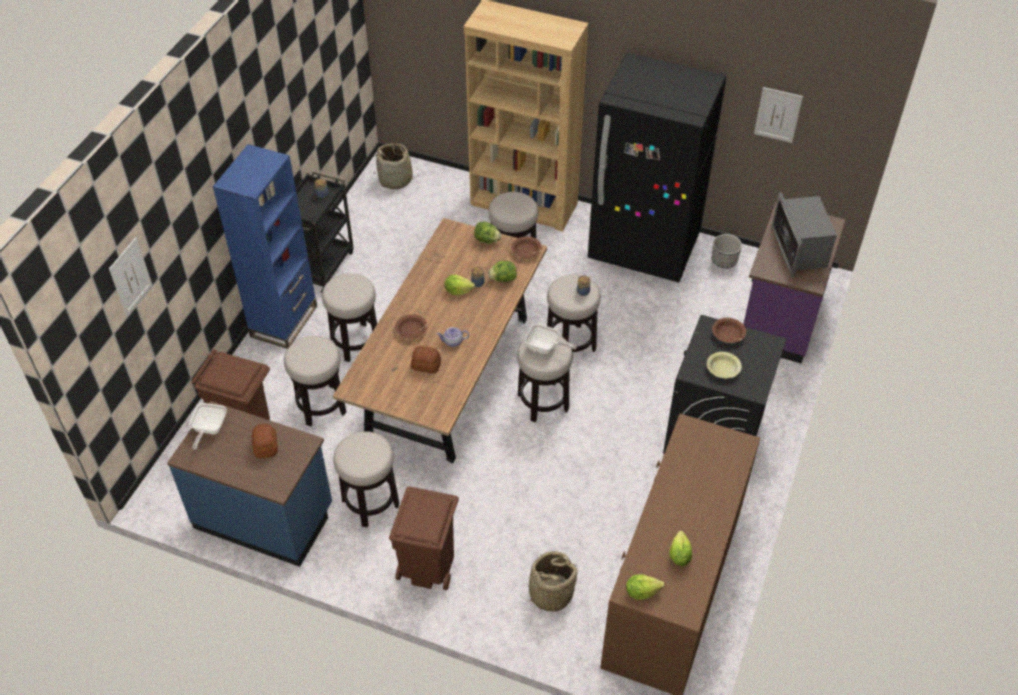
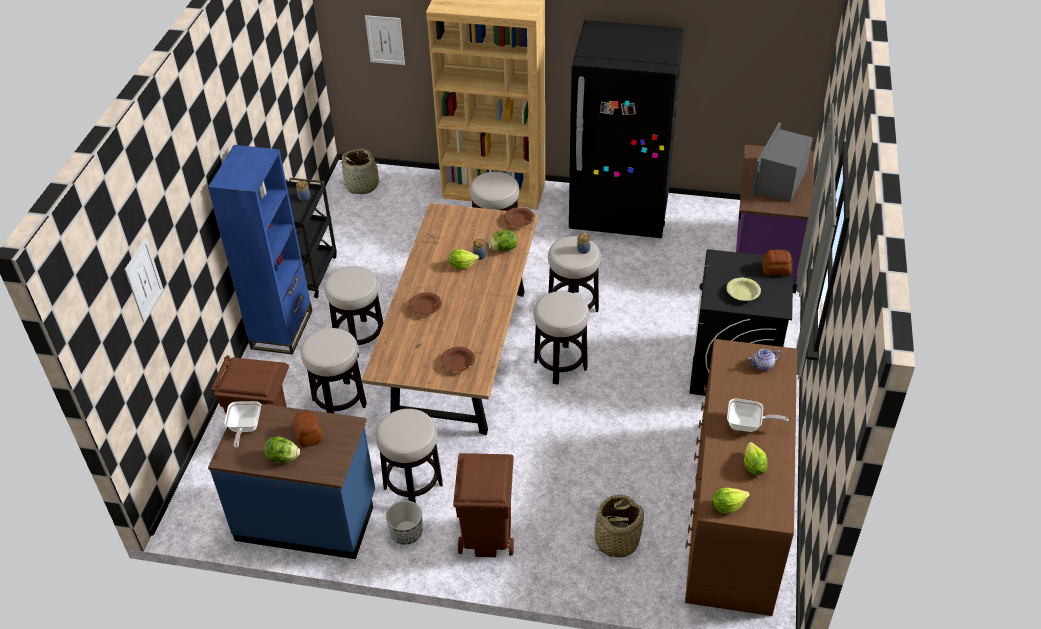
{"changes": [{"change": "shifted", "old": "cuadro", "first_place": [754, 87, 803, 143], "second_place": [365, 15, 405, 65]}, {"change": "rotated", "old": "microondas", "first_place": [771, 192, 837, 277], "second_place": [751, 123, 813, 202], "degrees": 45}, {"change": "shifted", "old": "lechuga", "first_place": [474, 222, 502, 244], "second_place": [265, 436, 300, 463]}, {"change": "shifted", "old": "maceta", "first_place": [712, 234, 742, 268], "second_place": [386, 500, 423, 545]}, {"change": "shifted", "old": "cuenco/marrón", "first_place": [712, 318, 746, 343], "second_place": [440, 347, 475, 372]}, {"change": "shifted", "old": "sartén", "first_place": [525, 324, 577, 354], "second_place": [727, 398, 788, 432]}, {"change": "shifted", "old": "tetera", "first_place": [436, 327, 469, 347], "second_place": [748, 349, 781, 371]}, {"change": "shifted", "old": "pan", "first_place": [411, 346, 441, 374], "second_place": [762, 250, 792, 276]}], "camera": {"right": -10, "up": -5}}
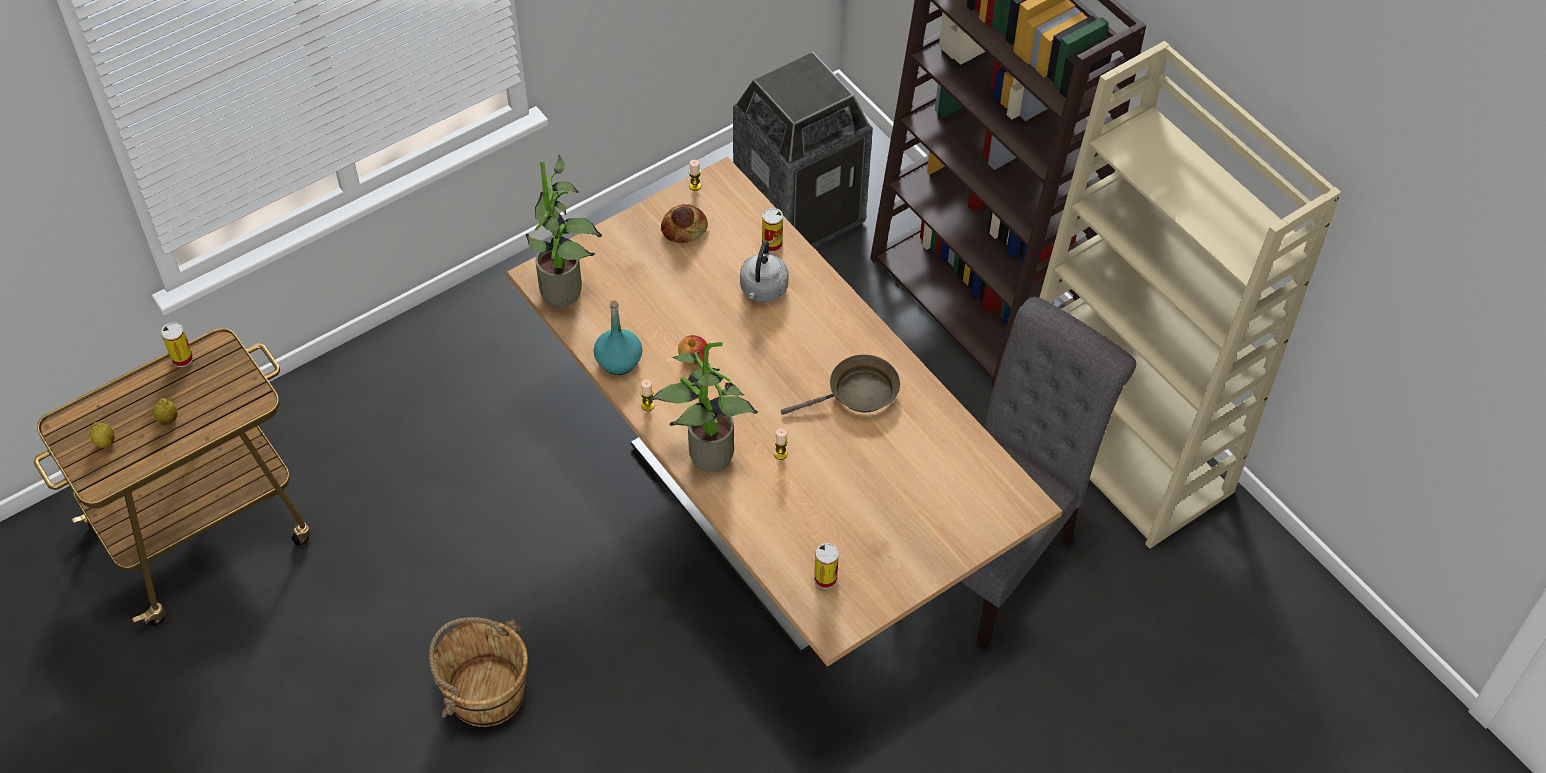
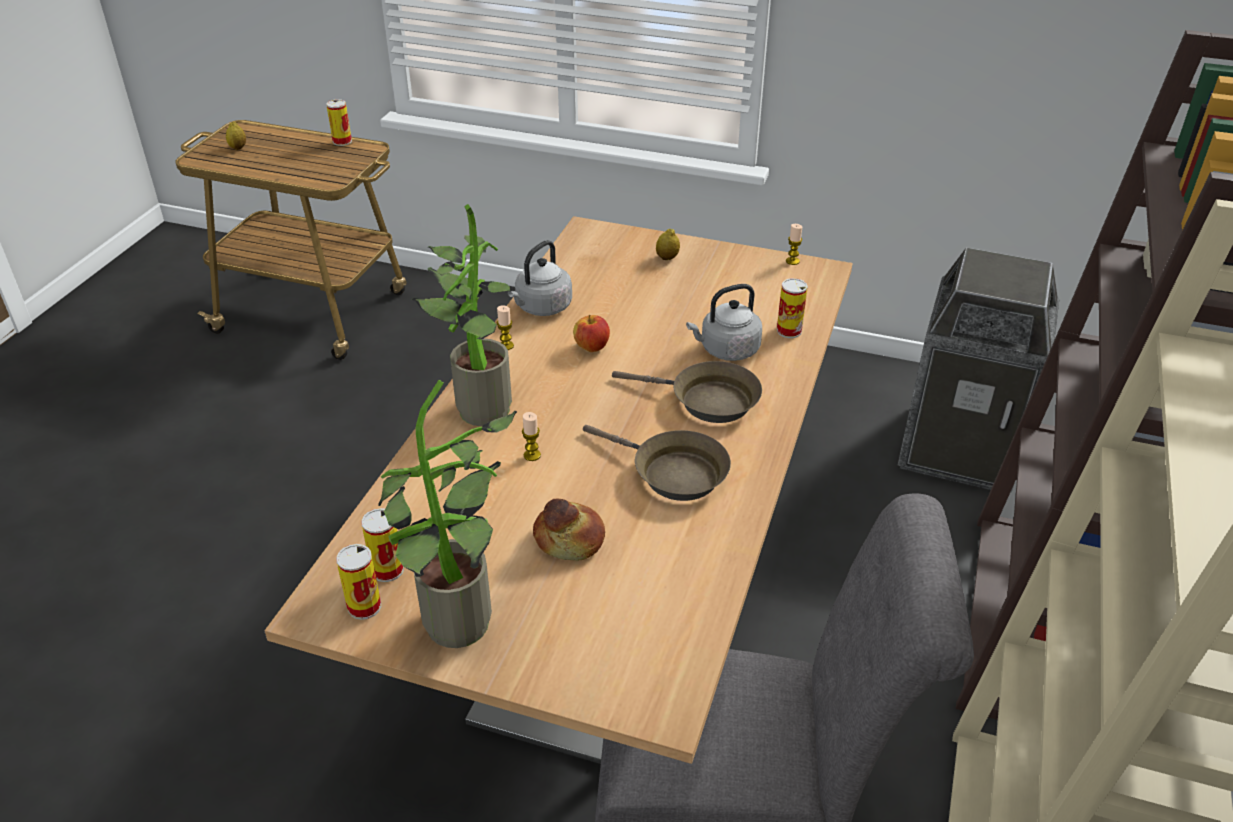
{"changes": [{"change": "shifted", "old": "planta en maceta", "first_place": [526, 155, 602, 307], "second_place": [378, 380, 517, 648]}, {"change": "shifted", "old": "pan", "first_place": [661, 204, 708, 243], "second_place": [533, 498, 605, 561]}, {"change": "swapped", "old": "botella/turquesa", "new": "hervidor/gris", "first_place": [594, 300, 642, 375], "second_place": [508, 240, 572, 316]}, {"change": "shifted", "old": "limón", "first_place": [154, 398, 177, 425], "second_place": [656, 228, 680, 260]}, {"change": "gone", "old": "cubo/marrón", "first_place": [429, 617, 528, 727]}, {"change": "new", "new": "sartén/marrón", "second_place": [612, 361, 762, 423]}, {"change": "new", "new": "lata", "second_place": [336, 544, 381, 620]}], "camera": {"right": 55, "up": -15}}
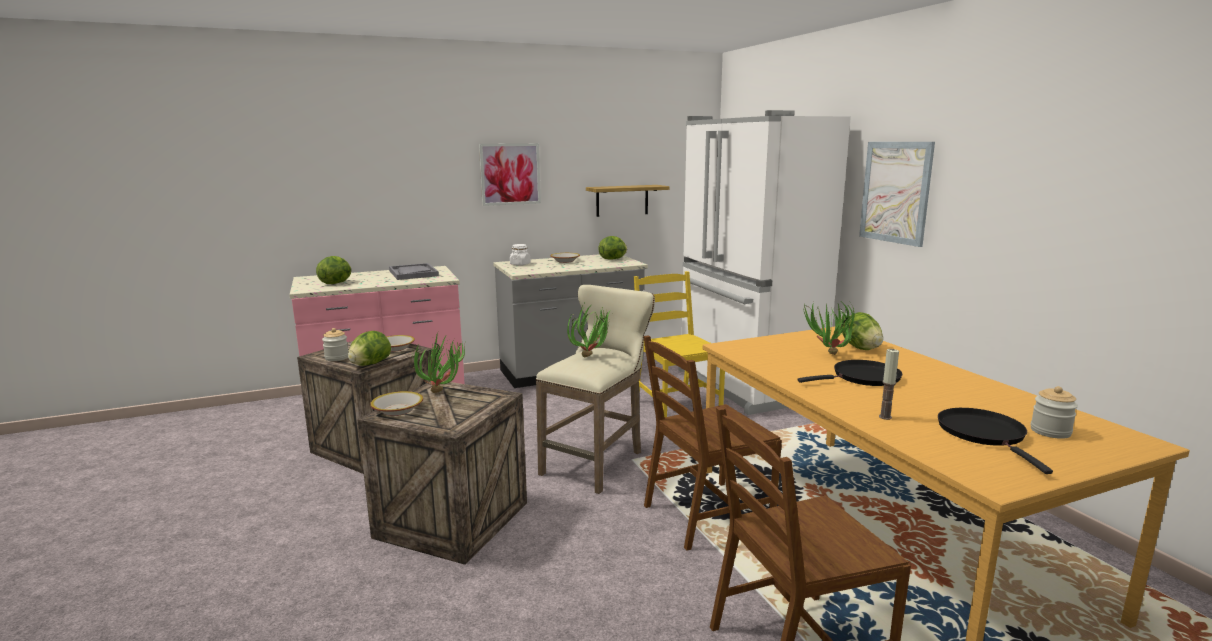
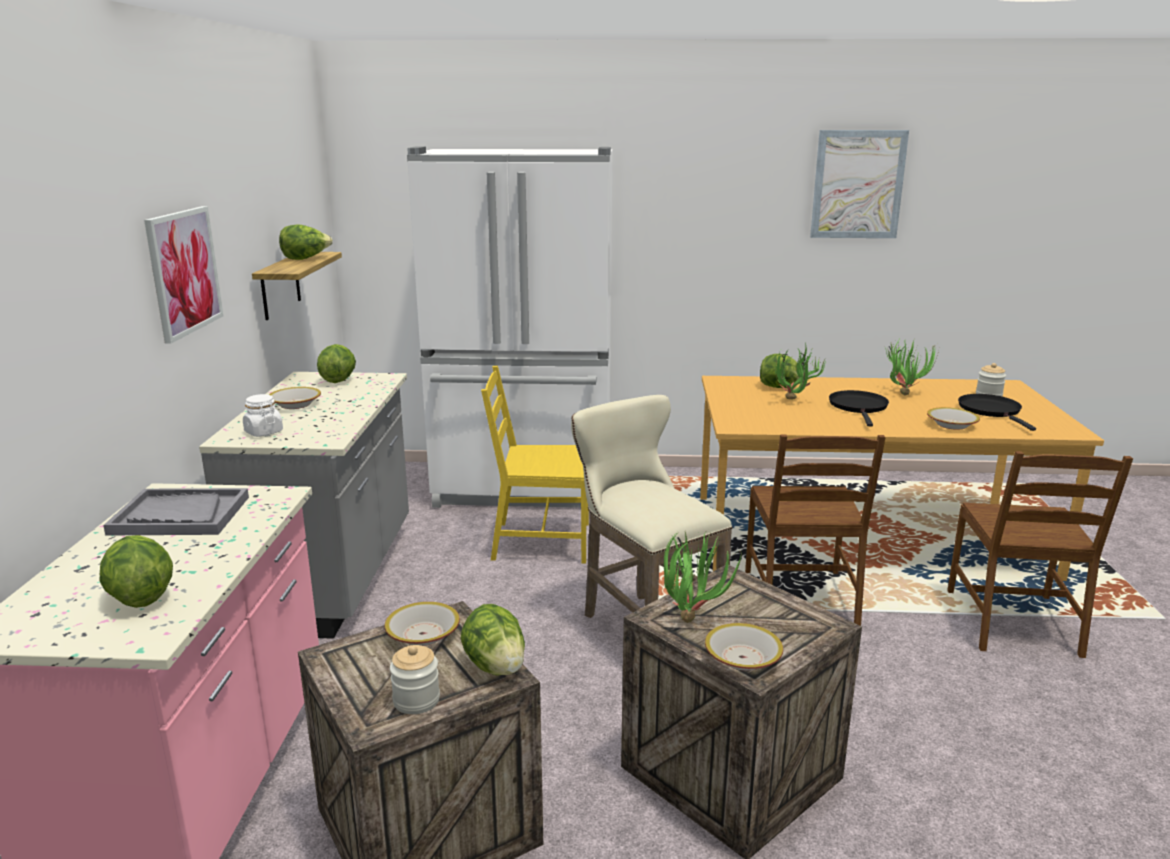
{"changes": [{"change": "shifted", "old": "cuadro", "first_place": [859, 142, 935, 247], "second_place": [810, 130, 909, 238]}, {"change": "shifted", "old": "planta en maceta", "first_place": [567, 304, 612, 357], "second_place": [884, 337, 939, 396]}, {"change": "swapped", "old": "vela", "new": "cuenco", "first_place": [879, 348, 899, 420], "second_place": [927, 407, 980, 430]}, {"change": "rotated", "old": "sartén/negro", "first_place": [938, 408, 1053, 474], "second_place": [958, 394, 1036, 431], "degrees": 60}, {"change": "new", "new": "lechuga", "second_place": [279, 224, 333, 260]}], "camera": {"right": -65, "up": 5}}
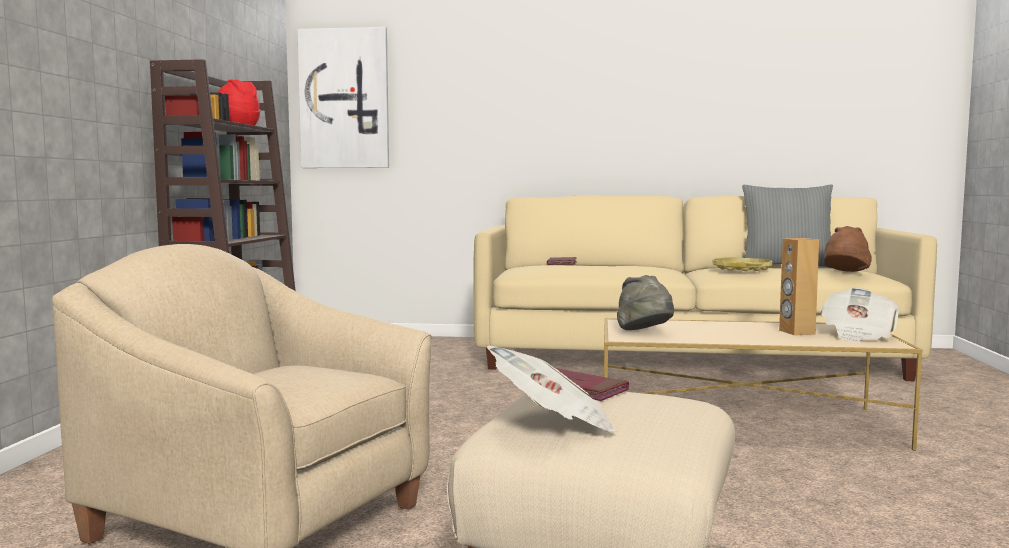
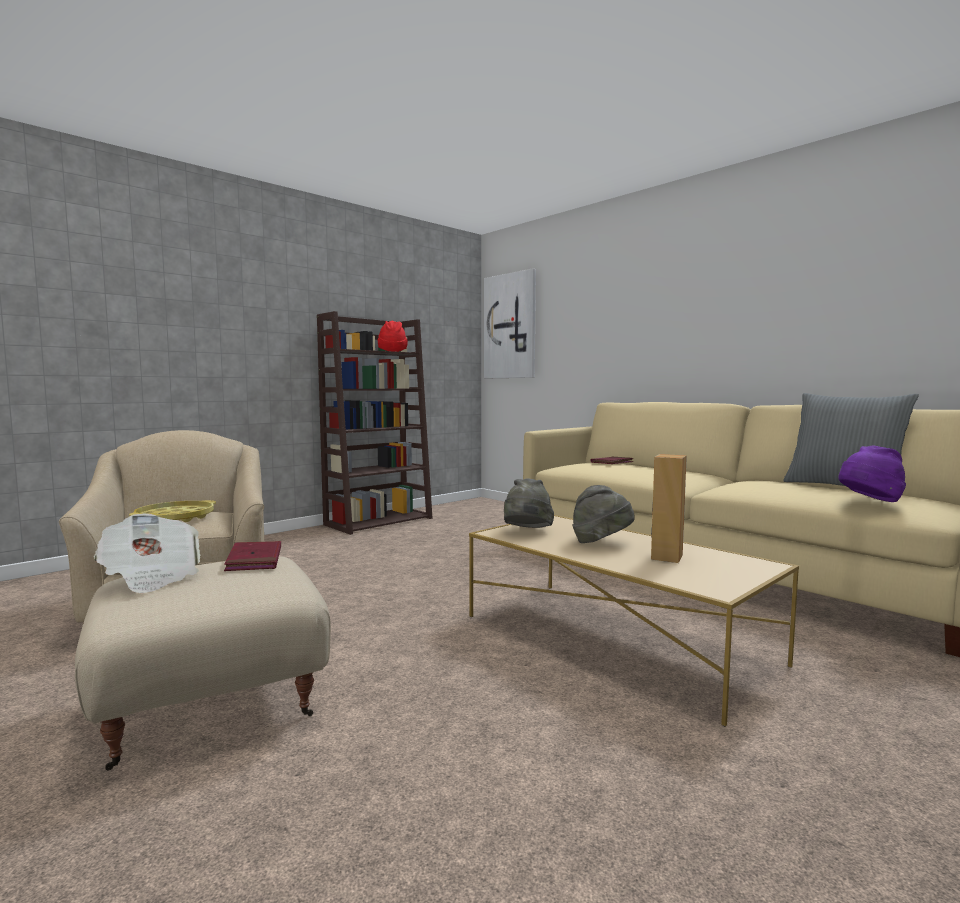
{"changes": [{"change": "repainted", "old": "sombrero/marrón", "new": "sombrero/morado", "first_place": [824, 226, 872, 272], "second_place": [838, 445, 906, 502]}, {"change": "shifted", "old": "bandeja/amarillo", "first_place": [712, 257, 772, 271], "second_place": [129, 500, 216, 522]}, {"change": "gone", "old": "periódico", "first_place": [820, 288, 900, 342]}, {"change": "new", "new": "sombrero/gris", "second_place": [573, 485, 634, 543]}], "camera": {"right": 40, "up": 0}}
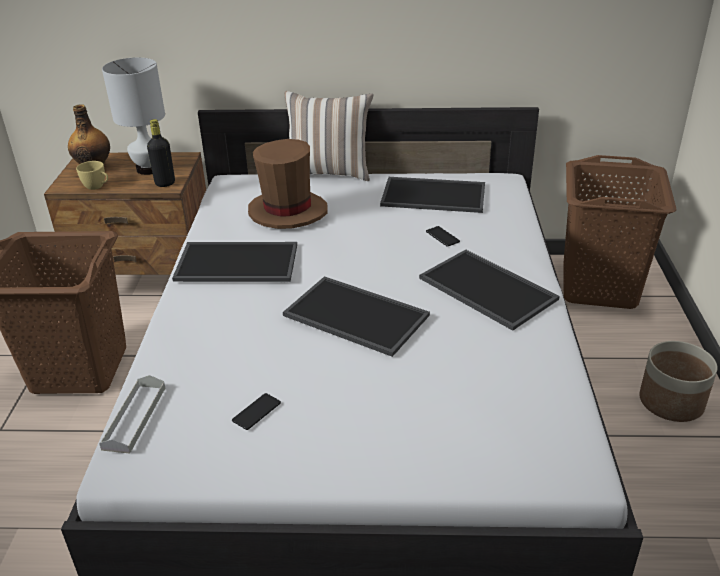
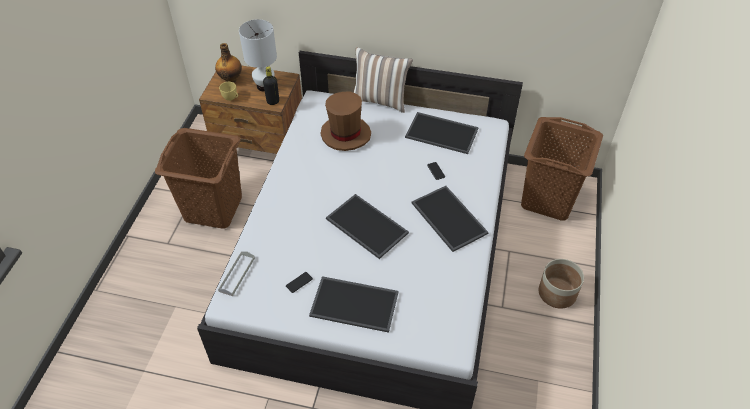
{"changes": [{"change": "shifted", "old": "bandeja", "first_place": [172, 242, 297, 282], "second_place": [309, 276, 399, 333]}], "camera": {"right": 10, "up": 15}}
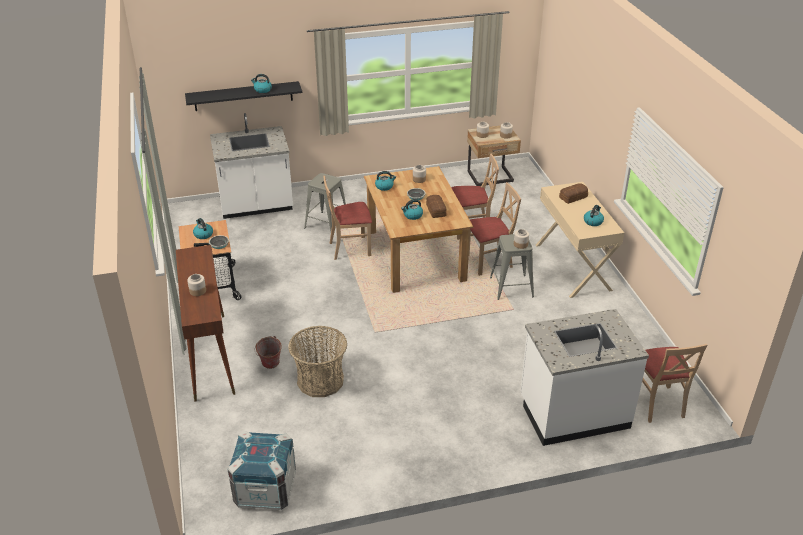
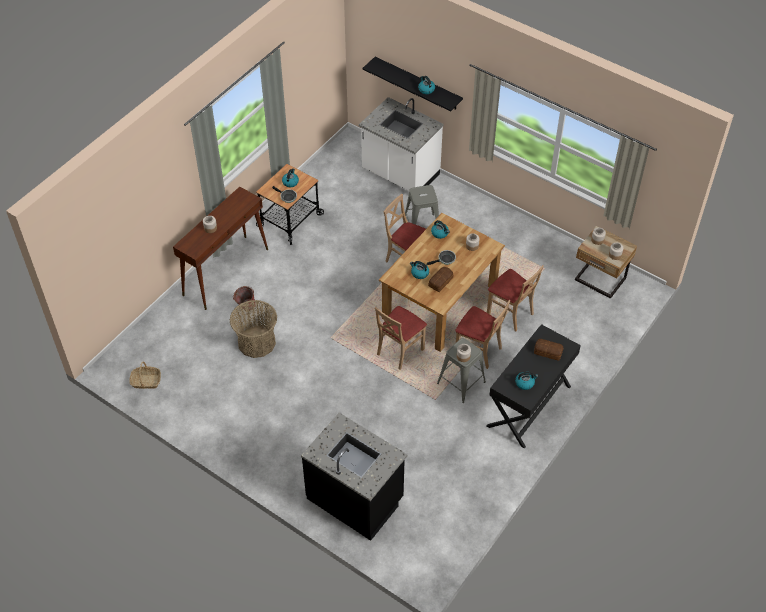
{"changes": [{"change": "repainted", "old": "escritorio/beis", "new": "escritorio/negro", "first_place": [536, 182, 624, 298], "second_place": [487, 324, 581, 449]}, {"change": "repainted", "old": "mueble bajo de cocina/blanco", "new": "mueble bajo de cocina/negro", "first_place": [520, 309, 649, 446], "second_place": [301, 413, 408, 541]}, {"change": "shifted", "old": "silla/beis", "first_place": [642, 344, 708, 423], "second_place": [375, 306, 427, 370]}, {"change": "swapped", "old": "caja de embalaje", "new": "cesta", "first_place": [228, 431, 296, 510], "second_place": [129, 361, 161, 389]}], "camera": {"right": 50, "up": 15}}
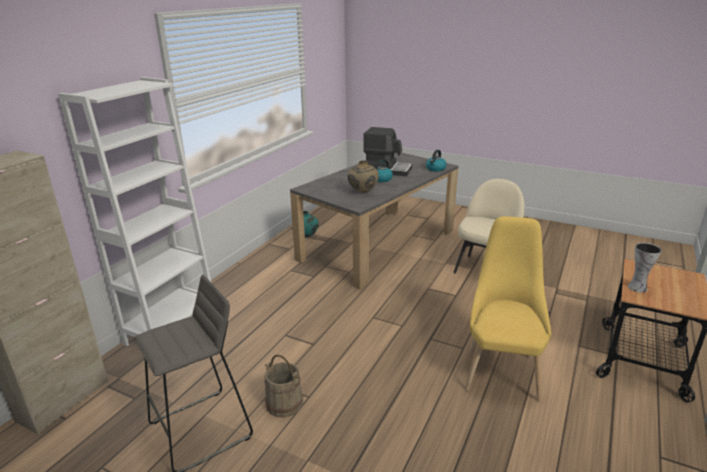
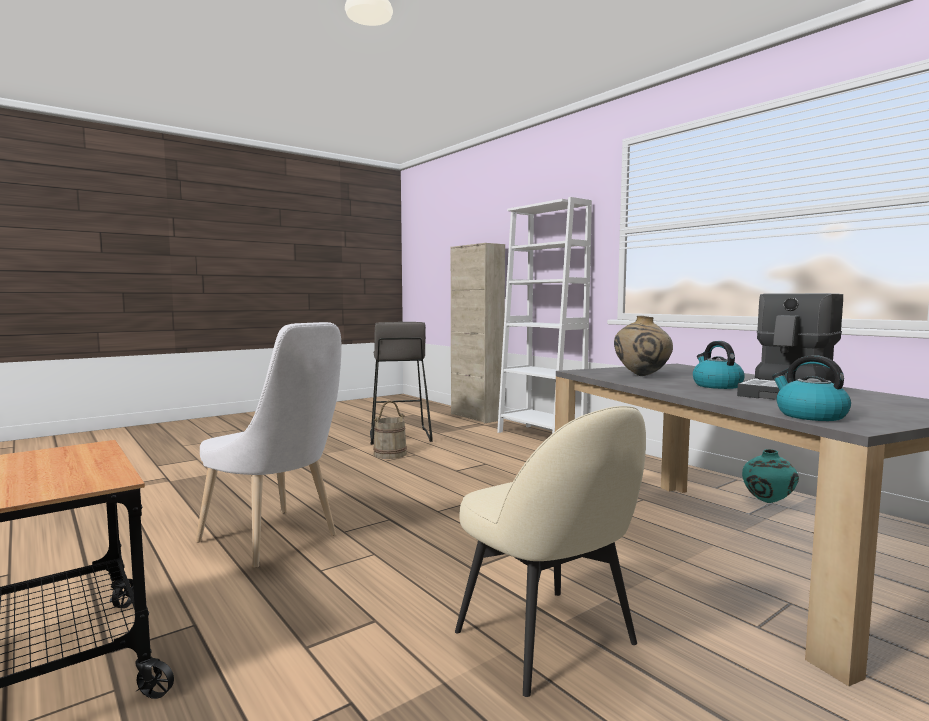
{"changes": [{"change": "repainted", "old": "silla/amarillo", "new": "silla/blanco", "first_place": [465, 216, 551, 402], "second_place": [195, 322, 341, 568]}, {"change": "gone", "old": "florero", "first_place": [628, 243, 661, 292]}], "camera": {"right": 115, "up": -20}}
